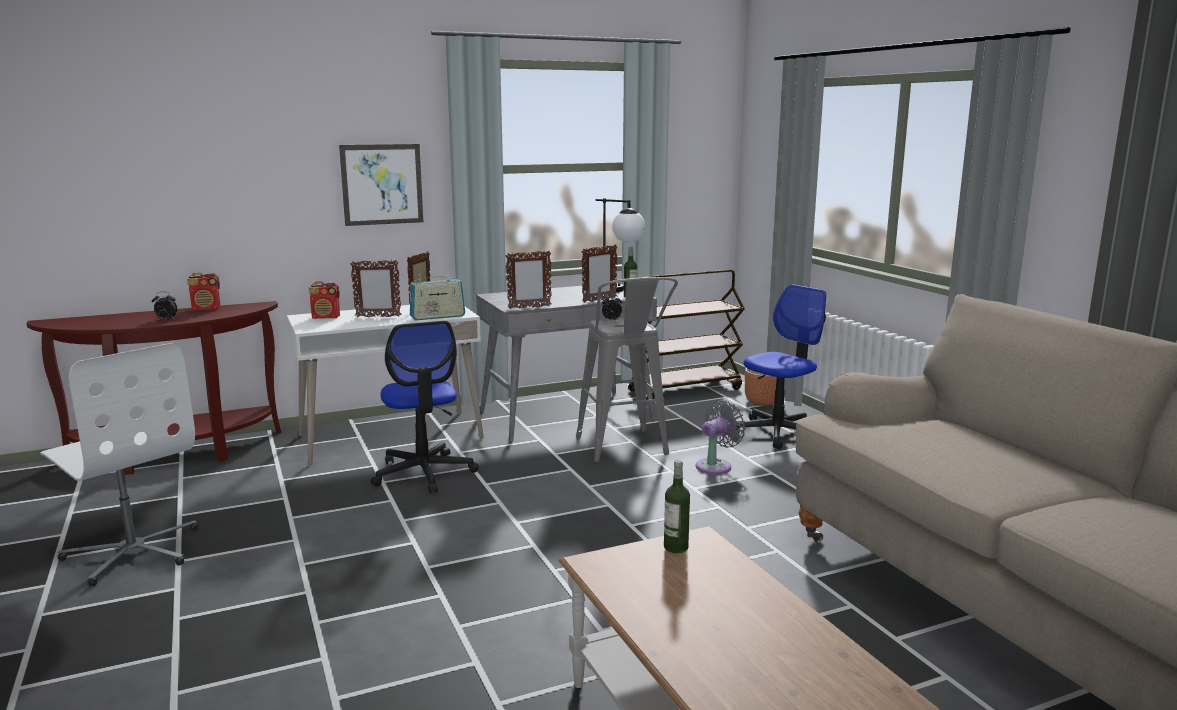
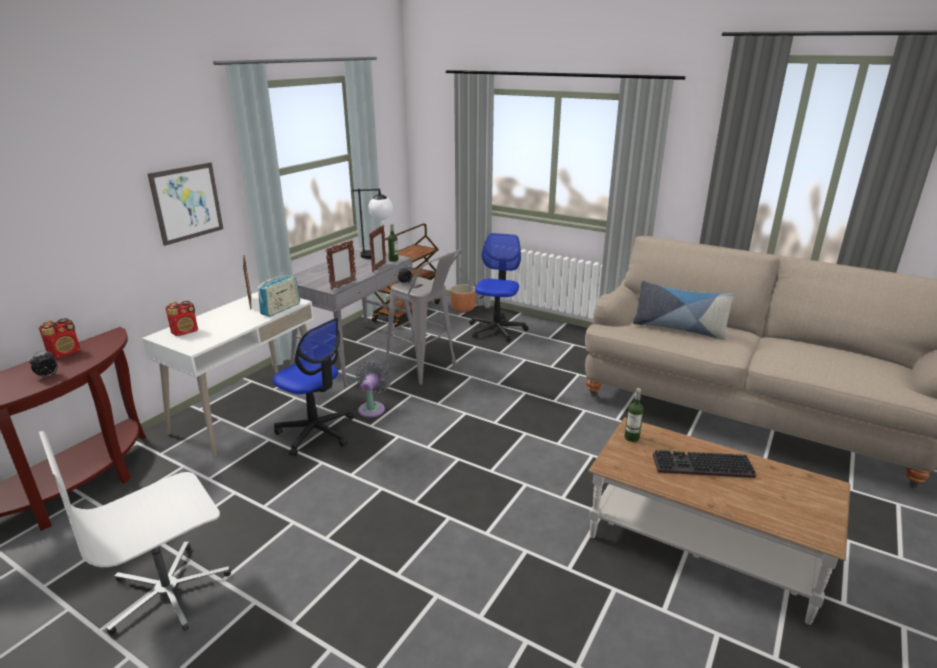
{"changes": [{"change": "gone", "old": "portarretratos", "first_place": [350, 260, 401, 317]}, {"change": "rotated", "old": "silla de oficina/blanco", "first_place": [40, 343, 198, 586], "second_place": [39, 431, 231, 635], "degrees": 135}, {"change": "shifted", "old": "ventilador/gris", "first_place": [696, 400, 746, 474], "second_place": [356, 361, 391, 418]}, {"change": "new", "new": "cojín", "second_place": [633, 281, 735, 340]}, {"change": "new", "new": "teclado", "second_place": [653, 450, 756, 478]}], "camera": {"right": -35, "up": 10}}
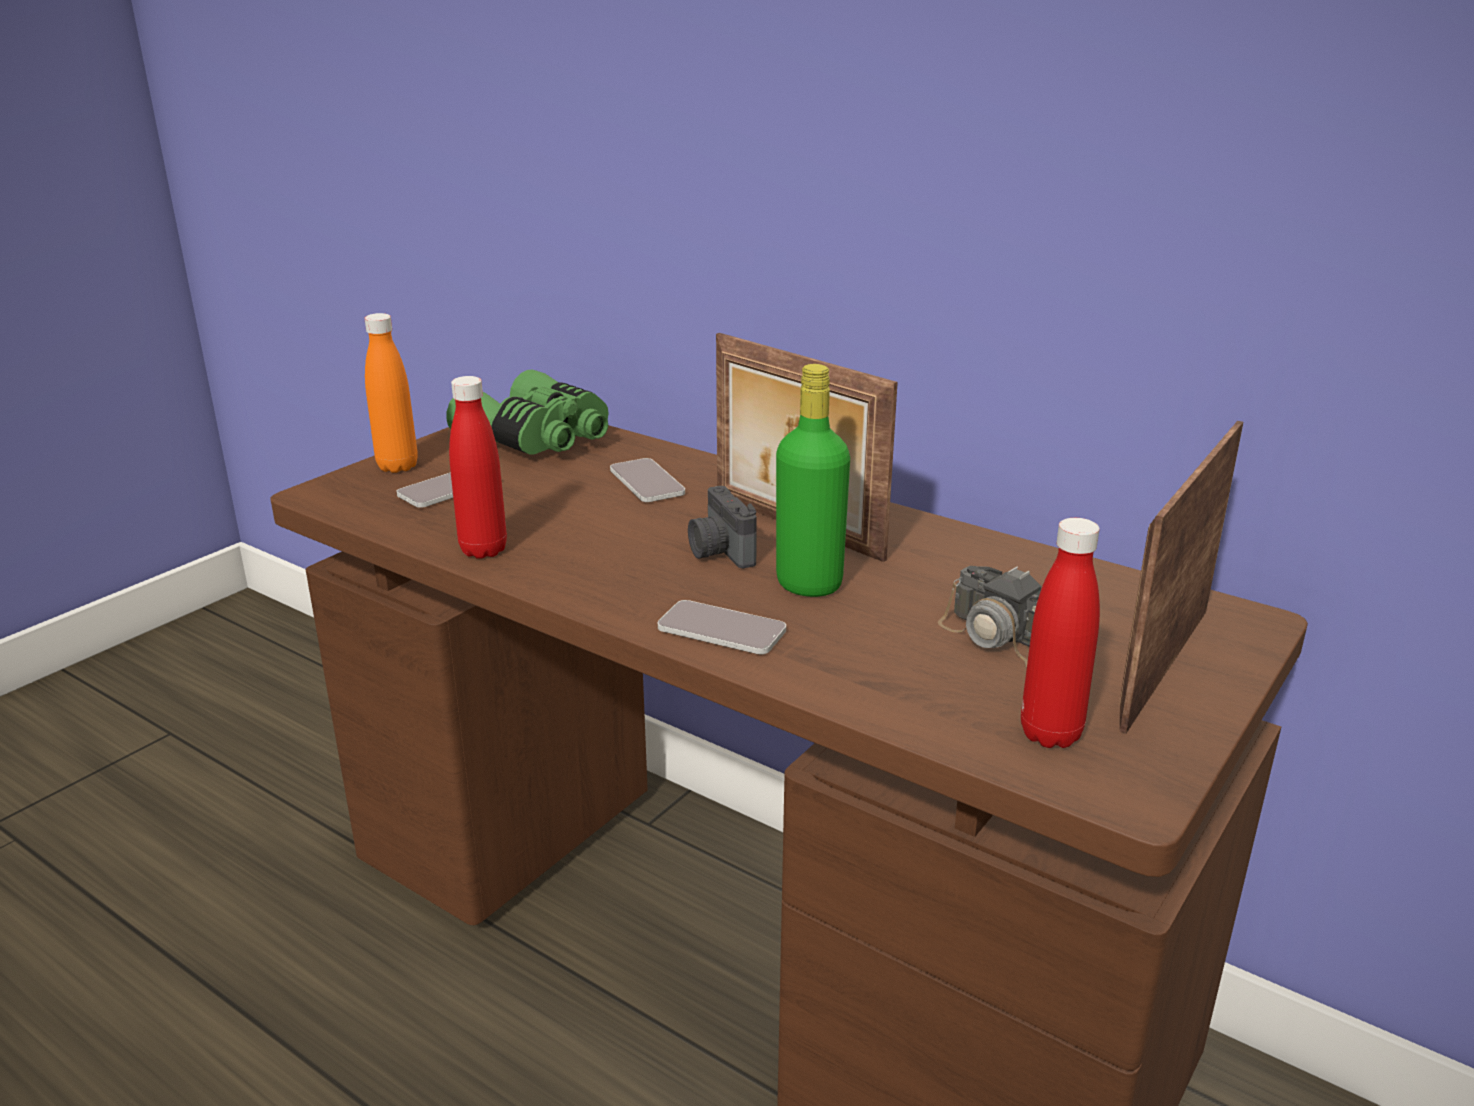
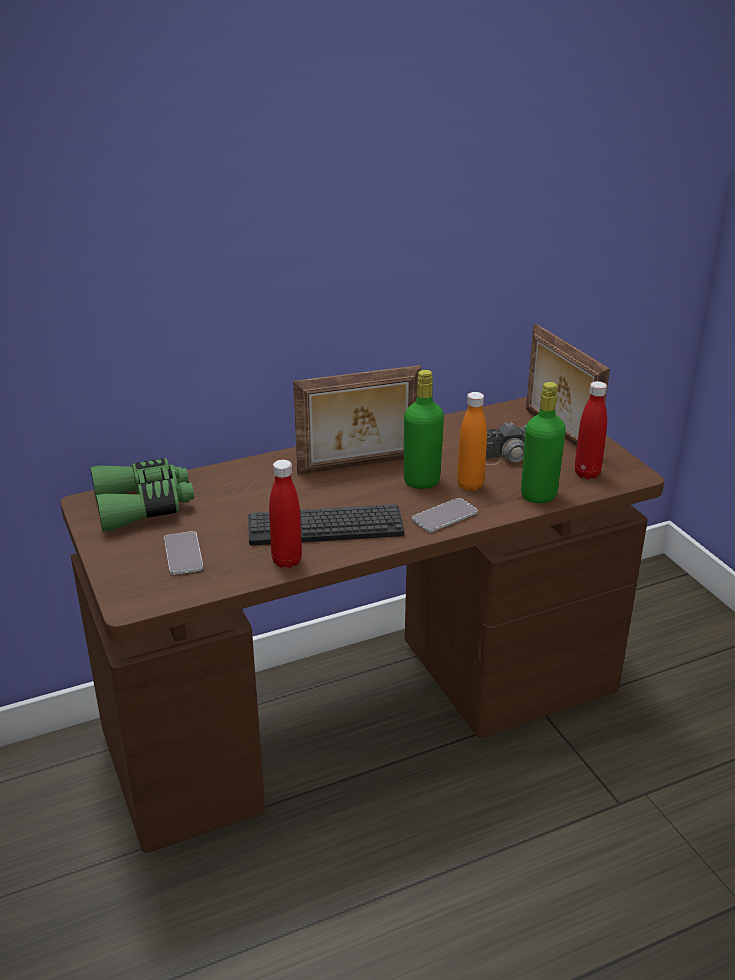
{"changes": [{"change": "shifted", "old": "botella/naranja", "first_place": [364, 313, 418, 473], "second_place": [457, 392, 487, 491]}, {"change": "gone", "old": "móvil", "first_place": [610, 458, 685, 502]}, {"change": "gone", "old": "cámara", "first_place": [688, 486, 757, 568]}, {"change": "new", "new": "botella/verde", "second_place": [521, 382, 566, 503]}, {"change": "new", "new": "teclado", "second_place": [248, 504, 404, 546]}], "camera": {"right": -60, "up": 5}}
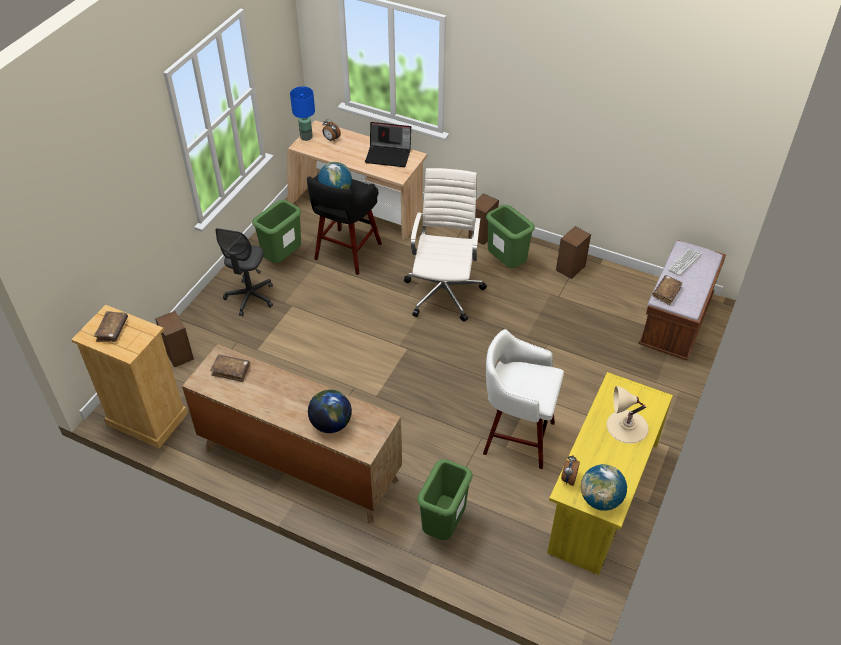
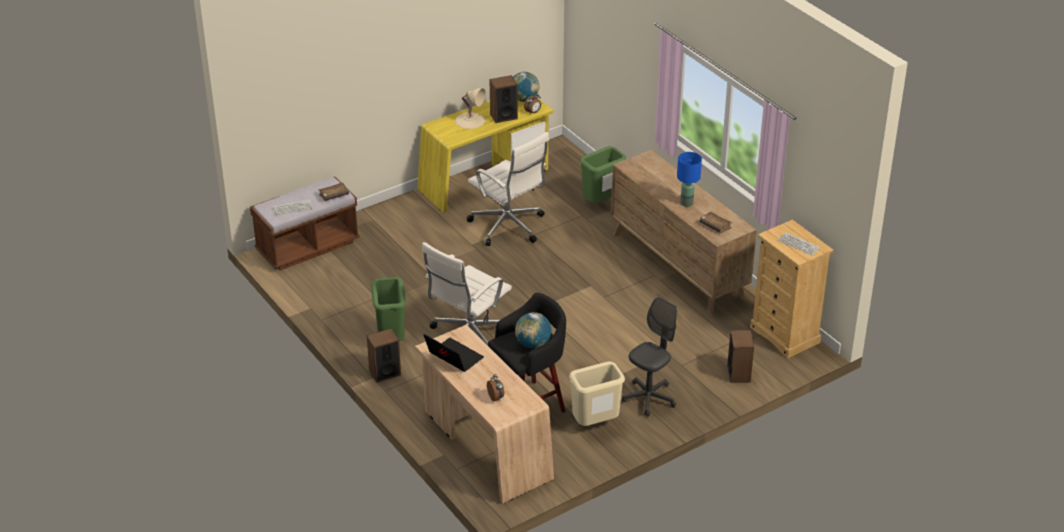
{"changes": [{"change": "shifted", "old": "lámpara de mesa/azul", "first_place": [290, 86, 315, 141], "second_place": [677, 152, 702, 207]}, {"change": "repainted", "old": "papelera/verde", "new": "papelera/beis", "first_place": [252, 200, 301, 263], "second_place": [569, 361, 625, 426]}, {"change": "shifted", "old": "altavoz", "first_place": [556, 226, 591, 279], "second_place": [490, 75, 518, 123]}, {"change": "swapped", "old": "libro/marrón", "new": "teclado", "first_place": [94, 311, 128, 342], "second_place": [778, 232, 820, 256]}, {"change": "swapped", "old": "taburete/blanco", "new": "silla de oficina/blanco", "first_place": [483, 329, 564, 469], "second_place": [467, 132, 549, 246]}, {"change": "gone", "old": "globo terráqueo", "first_place": [308, 389, 352, 433]}], "camera": {"right": -150, "up": -10}}
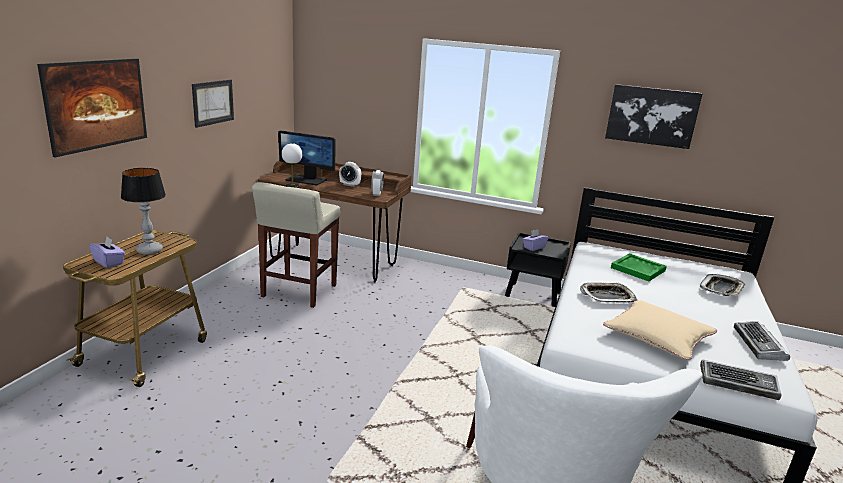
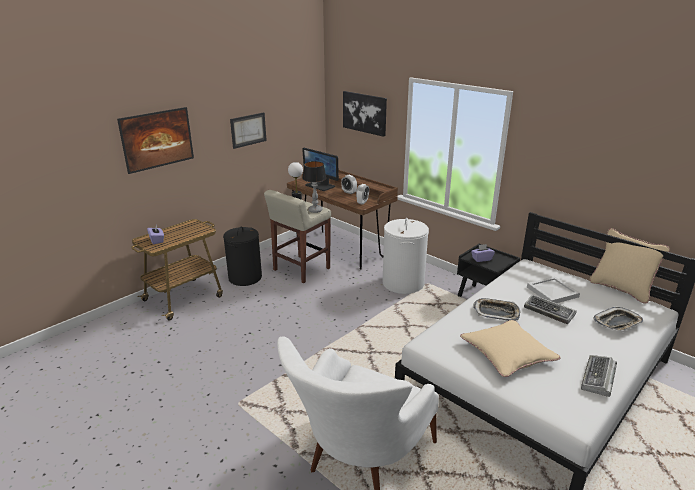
{"changes": [{"change": "shifted", "old": "cuadro", "first_place": [605, 84, 702, 149], "second_place": [343, 91, 387, 137]}, {"change": "shifted", "old": "lámpara de mesa", "first_place": [121, 168, 166, 255], "second_place": [302, 161, 326, 213]}, {"change": "repainted", "old": "bandeja/verde", "new": "bandeja/blanco", "first_place": [611, 253, 667, 282], "second_place": [527, 276, 580, 303]}, {"change": "shifted", "old": "teclado", "first_place": [700, 359, 782, 400], "second_place": [524, 294, 577, 324]}, {"change": "new", "new": "cesto de la ropa/blanco", "second_place": [382, 218, 429, 294]}, {"change": "new", "new": "cesto de la ropa/negro", "second_place": [223, 226, 262, 286]}, {"change": "new", "new": "cojín/beis", "second_place": [589, 228, 670, 304]}], "camera": {"right": 25, "up": 5}}
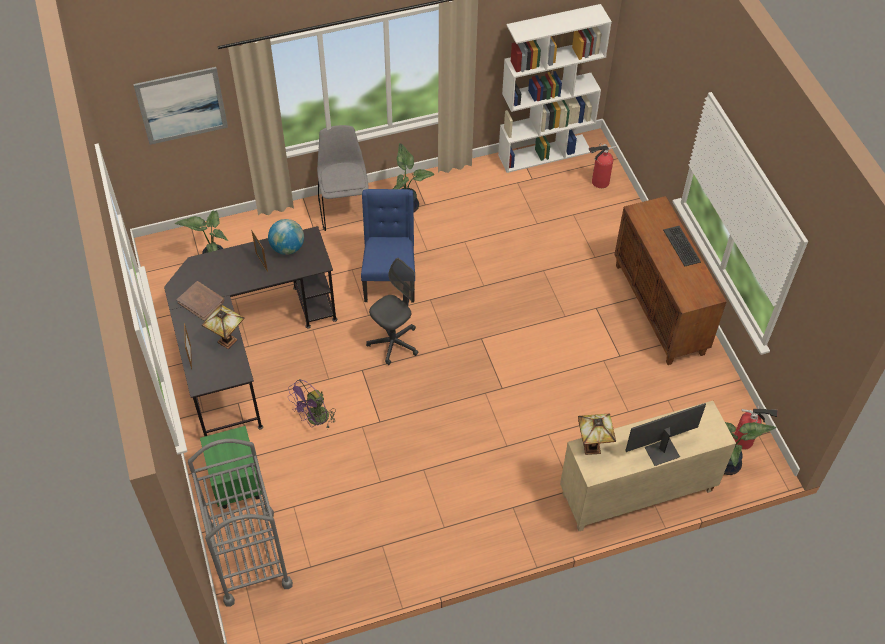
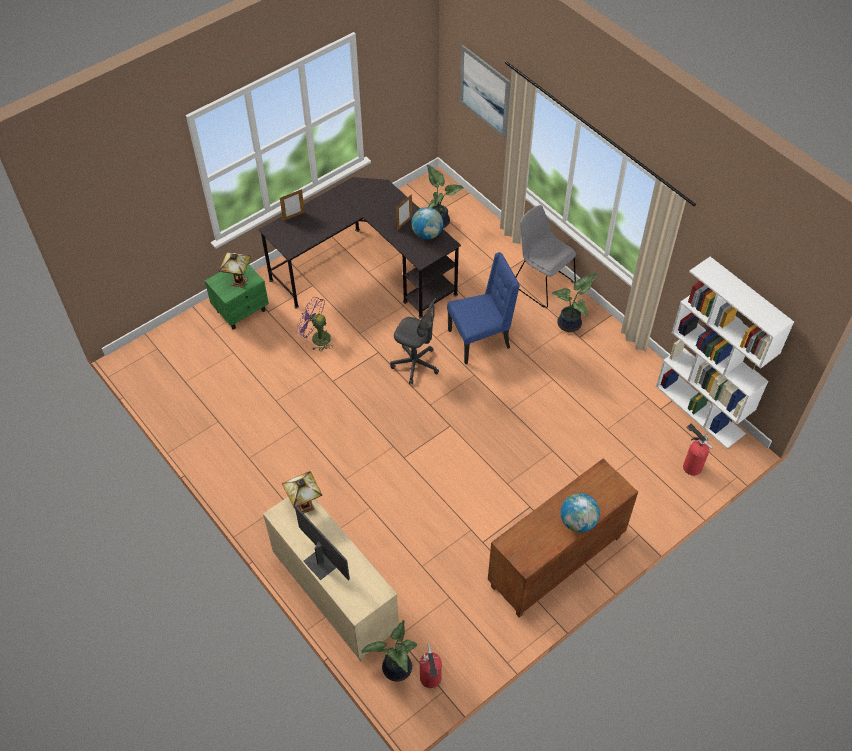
{"changes": [{"change": "rotated", "old": "silla/gris", "first_place": [317, 125, 369, 231], "second_place": [516, 205, 576, 308], "degrees": -105}, {"change": "swapped", "old": "teclado", "new": "globo terráqueo", "first_place": [663, 226, 701, 267], "second_place": [561, 493, 600, 532]}, {"change": "gone", "old": "libro/marrón", "first_place": [177, 281, 224, 321]}, {"change": "shifted", "old": "lámpara de mesa", "first_place": [202, 304, 245, 349], "second_place": [219, 252, 251, 288]}, {"change": "gone", "old": "carrito/gris", "first_place": [188, 439, 293, 607]}], "camera": {"right": 70, "up": 0}}
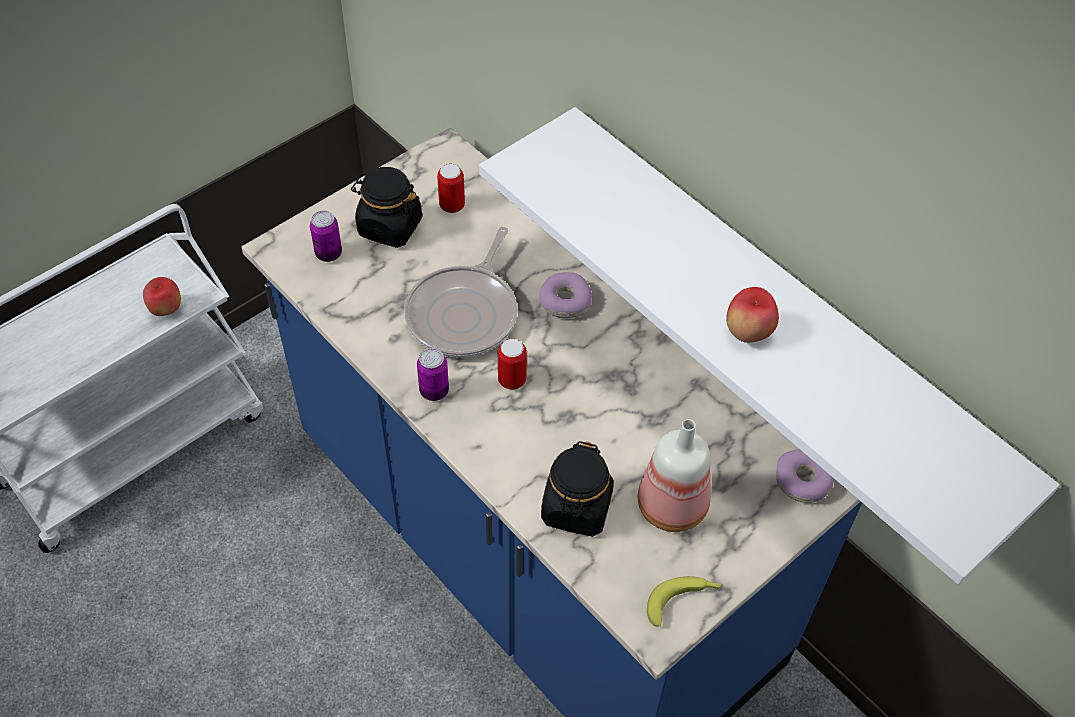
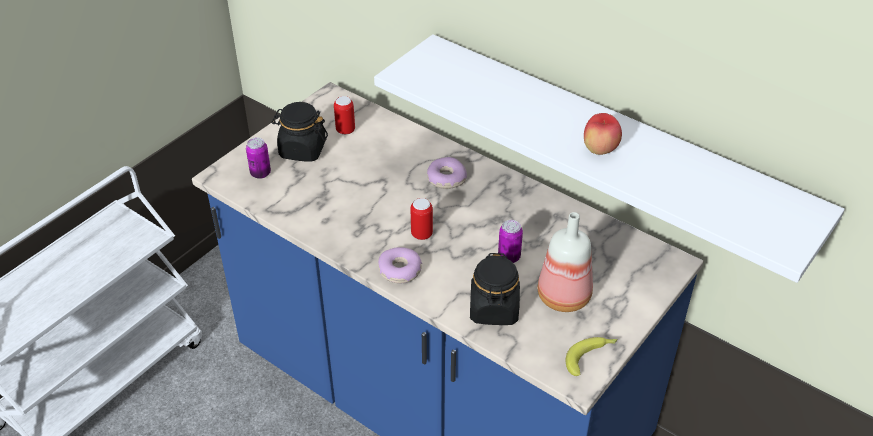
{"changes": [{"change": "gone", "old": "sartén", "first_place": [404, 227, 518, 358]}, {"change": "gone", "old": "manzana", "first_place": [143, 277, 181, 316]}, {"change": "shifted", "old": "lata", "first_place": [417, 348, 449, 401], "second_place": [498, 220, 523, 263]}, {"change": "shifted", "old": "rosquilla", "first_place": [776, 449, 834, 503], "second_place": [378, 247, 422, 284]}], "camera": {"right": -10, "up": -10}}
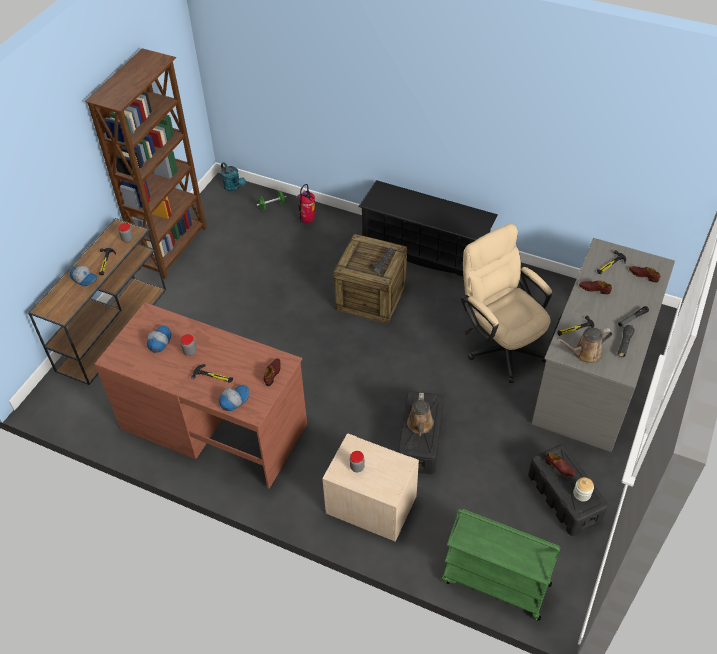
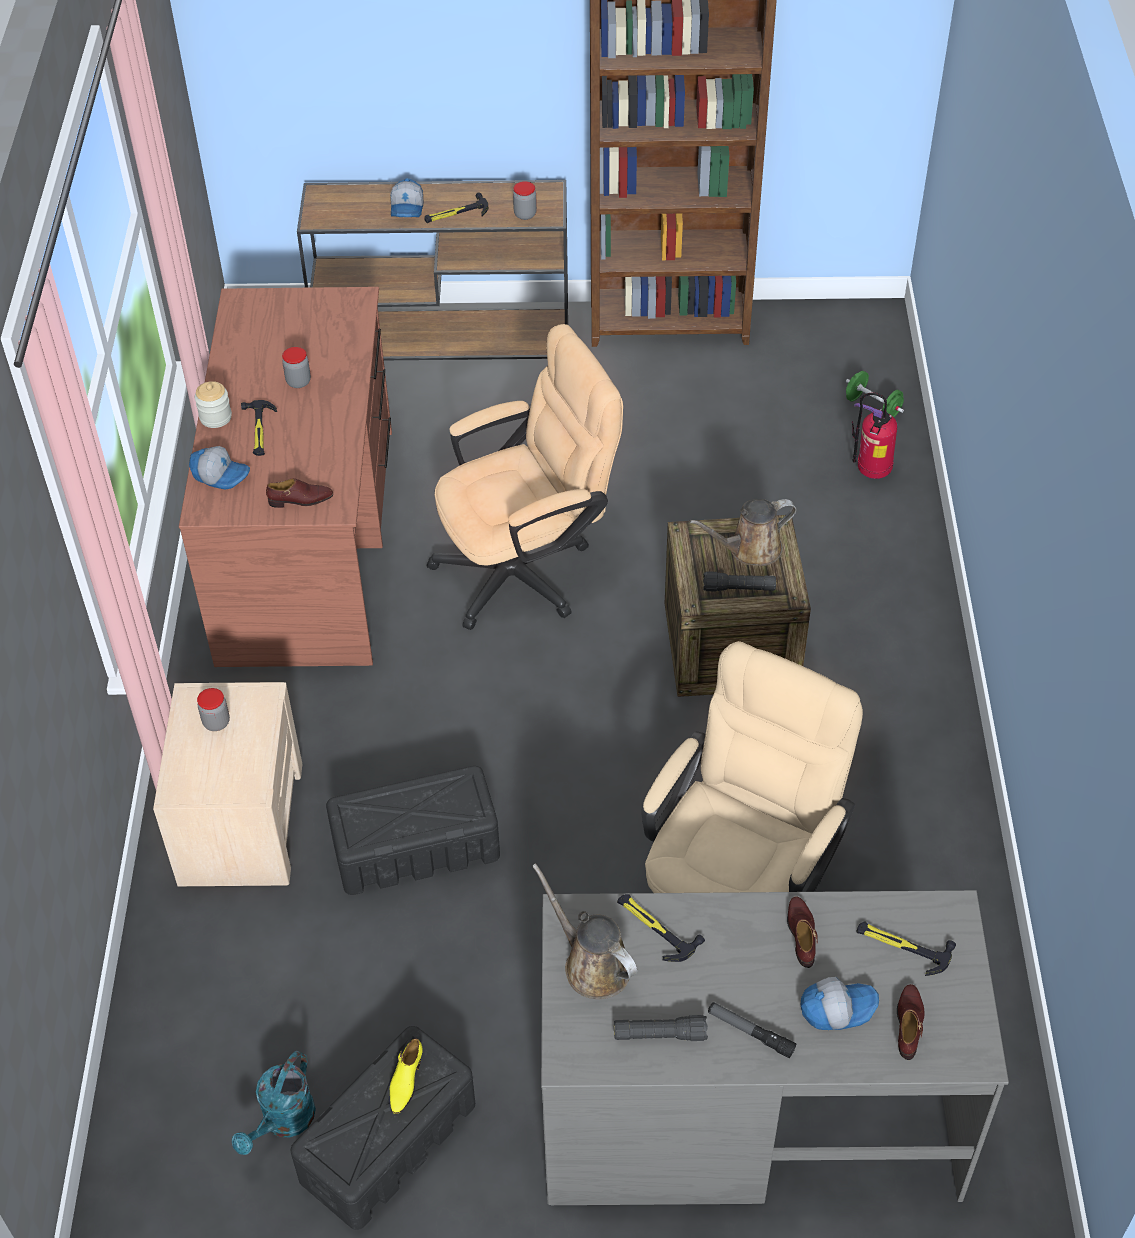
{"changes": [{"change": "shifted", "old": "regadera/turquesa", "first_place": [221, 162, 246, 192], "second_place": [232, 1051, 316, 1155]}, {"change": "gone", "old": "zapatero/negro", "first_place": [358, 180, 498, 277]}, {"change": "shifted", "old": "gorra", "first_place": [147, 325, 171, 353], "second_place": [801, 977, 879, 1030]}, {"change": "shifted", "old": "regadera/marrón", "first_place": [407, 392, 434, 436], "second_place": [689, 499, 796, 566]}, {"change": "repainted", "old": "zapato/marrón", "new": "zapato/amarillo", "first_place": [545, 452, 576, 477], "second_place": [390, 1038, 423, 1114]}, {"change": "shifted", "old": "tarro", "first_place": [573, 477, 594, 502], "second_place": [195, 381, 232, 428]}, {"change": "gone", "old": "carrito/verde", "first_place": [441, 509, 561, 621]}, {"change": "new", "new": "silla de oficina/beis", "second_place": [427, 324, 623, 630]}], "camera": {"right": 65, "up": 0}}
